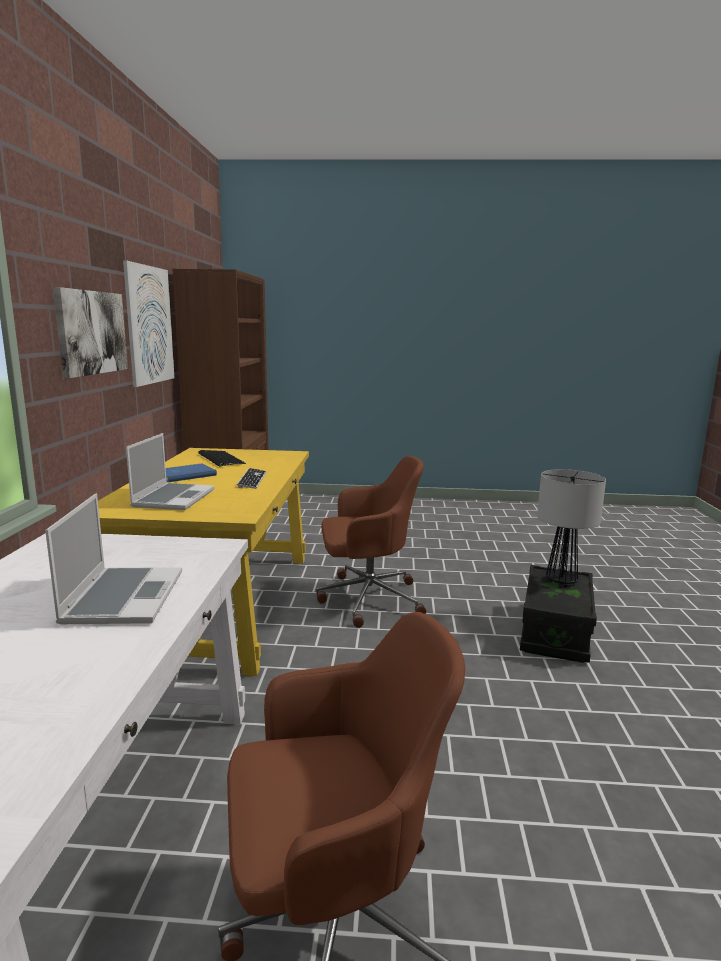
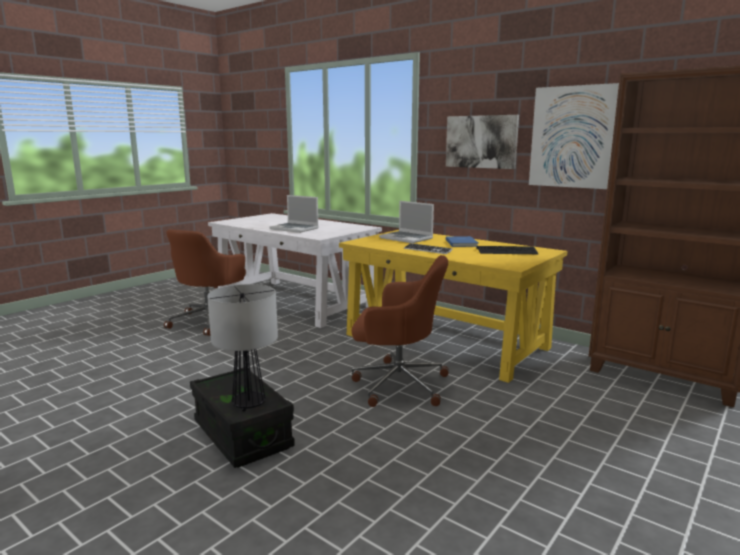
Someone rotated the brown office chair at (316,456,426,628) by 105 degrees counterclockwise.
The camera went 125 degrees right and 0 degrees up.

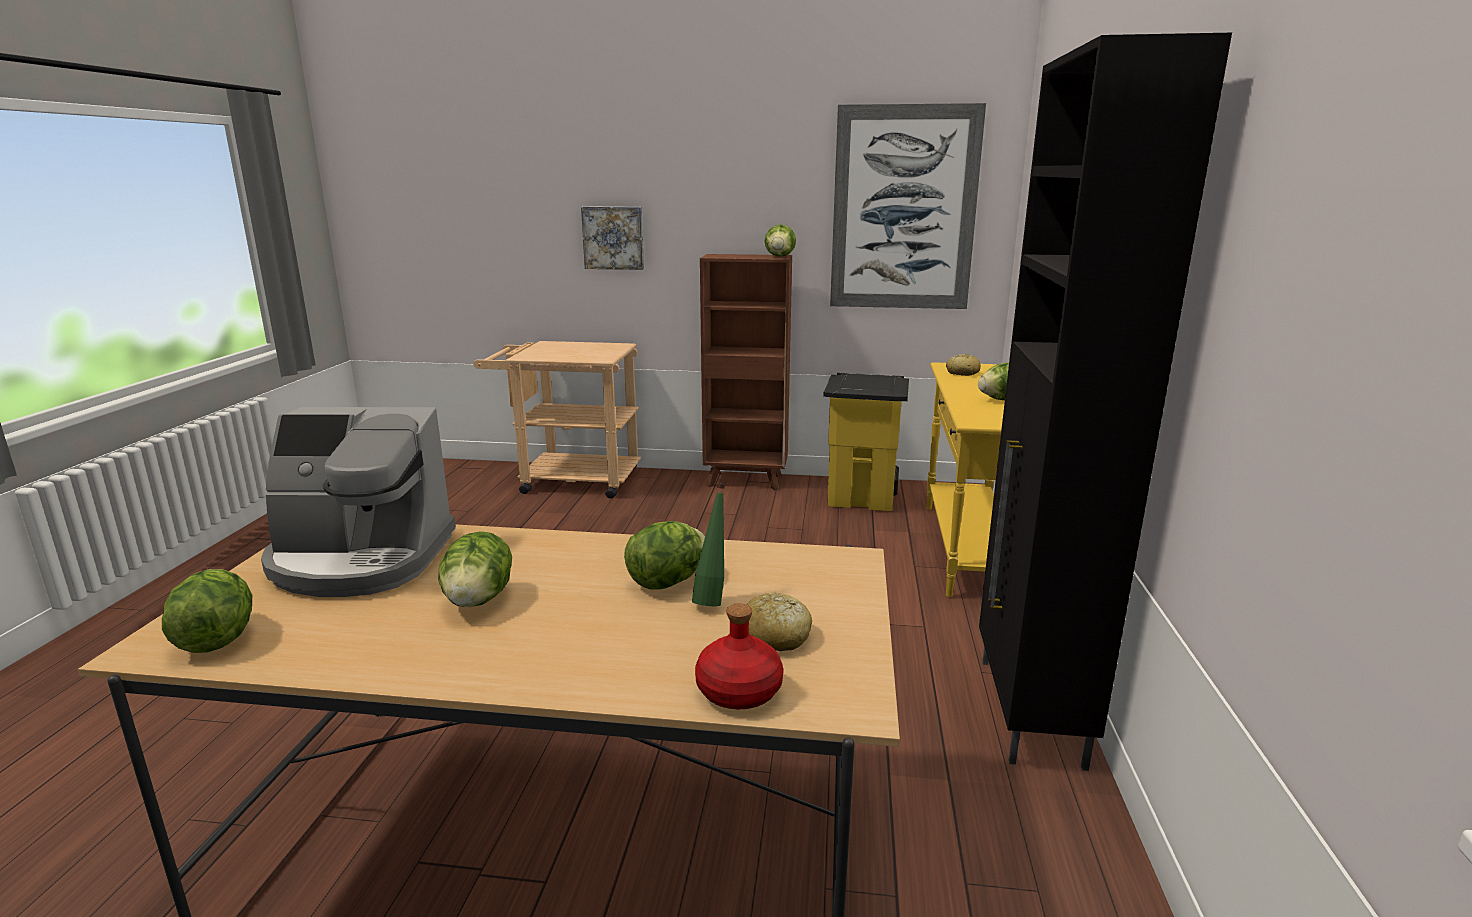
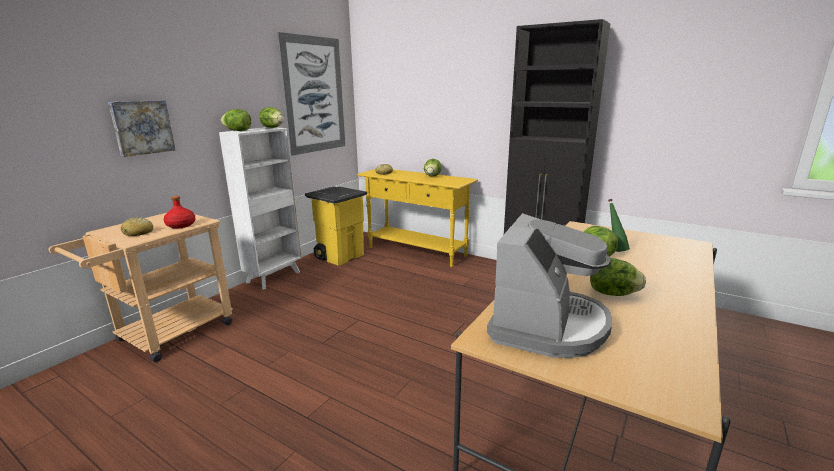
Someone repainted the brown bookcase at (700,254,792,490), which became the white bookcase at (219,127,302,290).
Someone carried the lettuce from (162,569,252,653) to (221,109,251,131).
Someone carried the bread from (746,592,812,651) to (121,218,153,236).
Someone carried the red bottle from (695,603,783,709) to (164,196,196,229).
The camera went 65 degrees left and 0 degrees up.

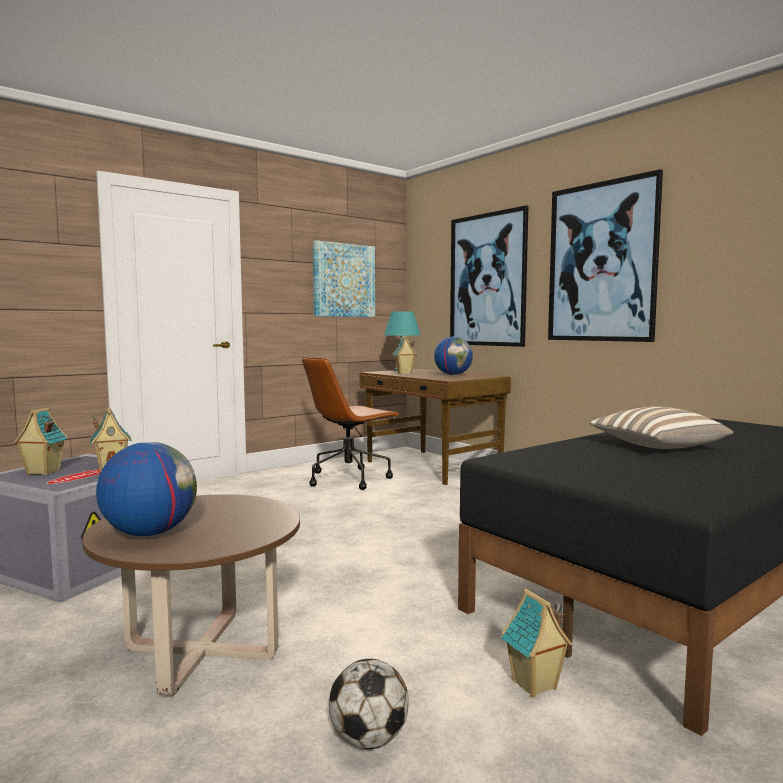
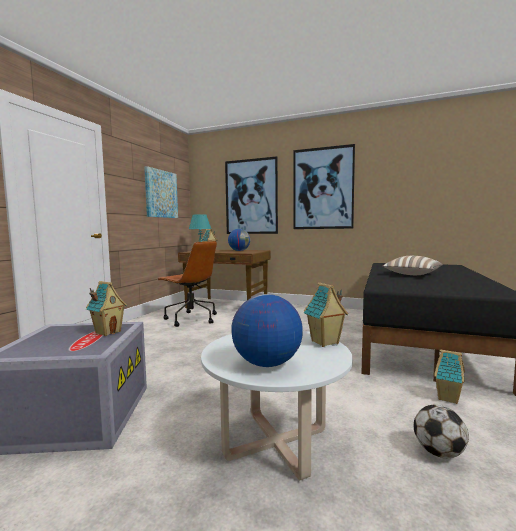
Someone rotated the brown office chair at (302,357,400,490) by 75 degrees counterclockwise.
Someone carried the toy house from (14,407,68,475) to (304,282,348,347).
Someone repainted the brown coffee table at (82,494,300,696), which became the white coffee table at (201,331,353,480).
The camera went 30 degrees left and 0 degrees up.

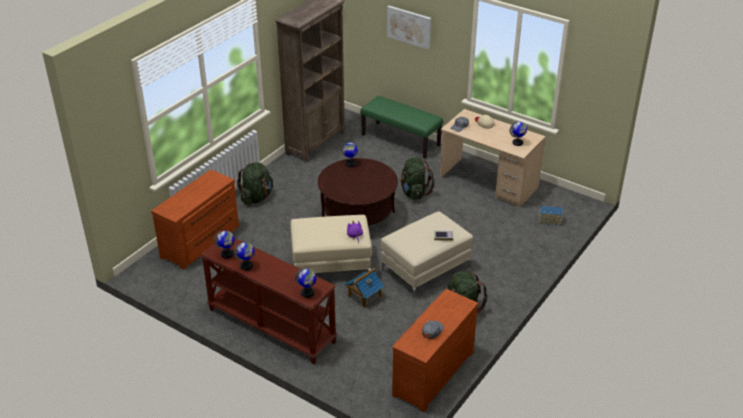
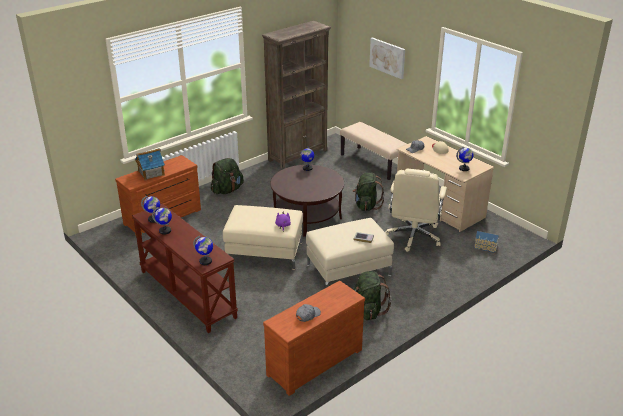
Someone repainted the green bench at (360,96,443,159), which became the beige bench at (340,122,407,180).
Someone carried the toy house from (345,268,384,308) to (135,148,165,180).
Someone put down the beige office chair at (385,169,447,252).
The camera went 15 degrees right and 5 degrees down.

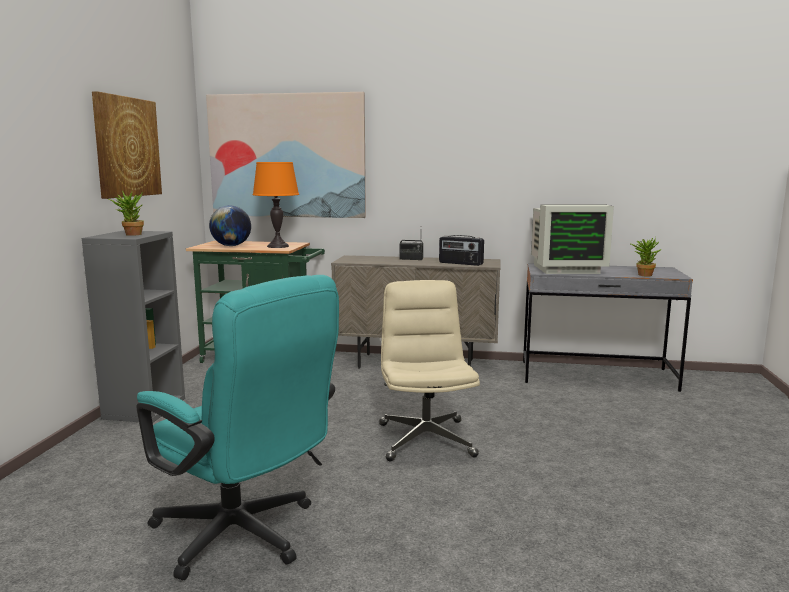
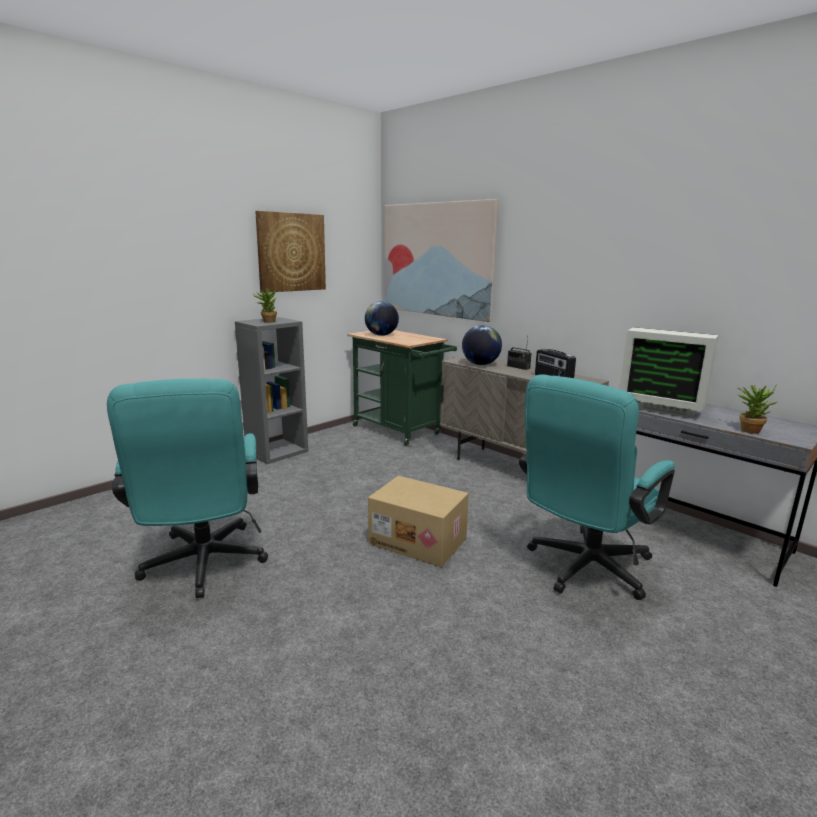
Someone took away the orange table lamp at (252,162,299,248).
Someone swapped the beige office chair at (379,280,480,462) for the cardboard box at (368,476,469,567).
Someone put down the globe at (462,325,502,365).
Someone put down the turquoise office chair at (519,375,675,600).
The camera went 35 degrees right and 5 degrees up.

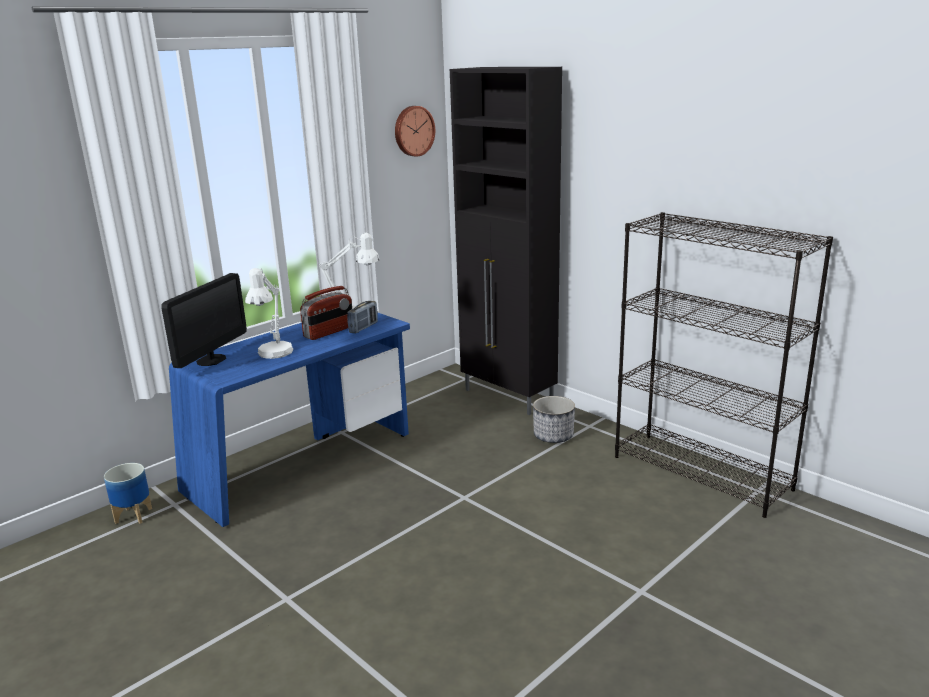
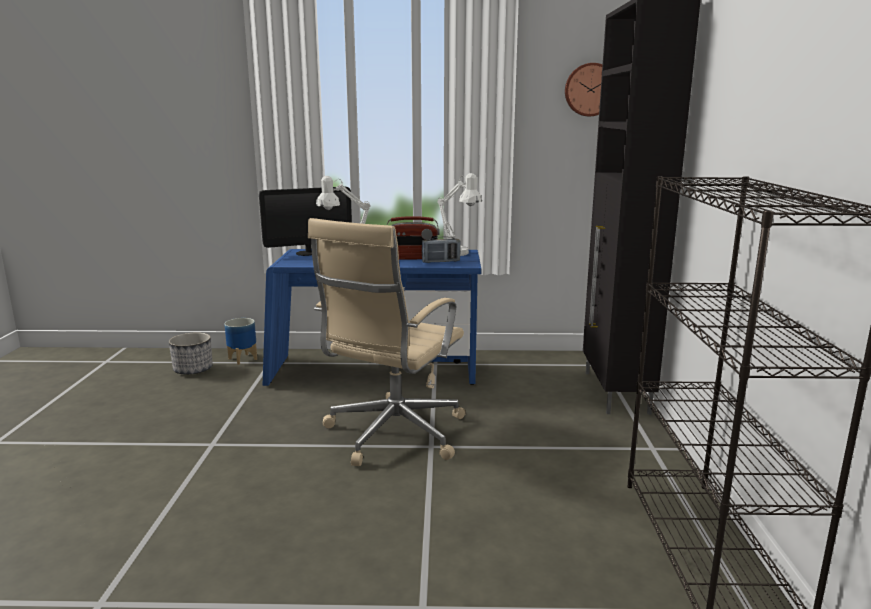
Someone carried the planter from (533,396,575,443) to (169,332,213,374).
Someone put down the beige office chair at (308,218,466,466).
The camera went 45 degrees right and 5 degrees down.

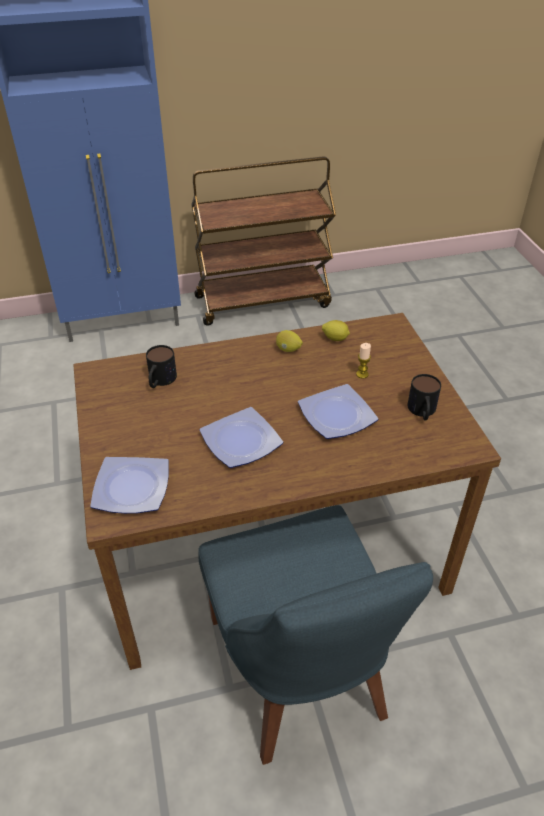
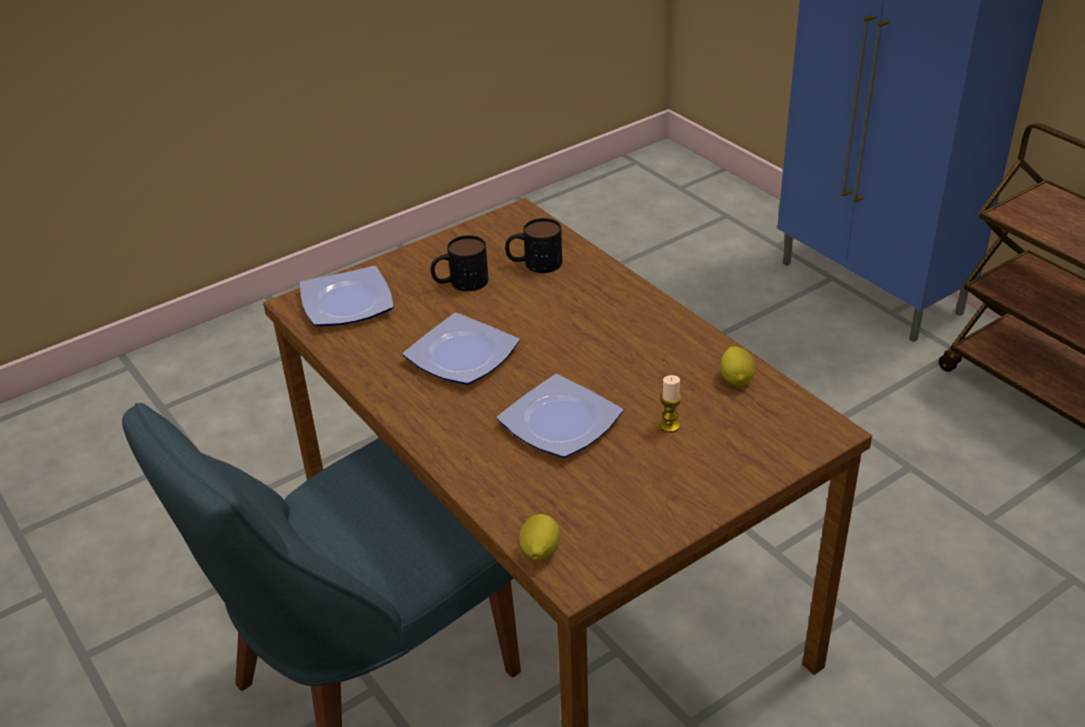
Someone carried the lemon from (276,330,303,352) to (519,514,560,560).
Someone carried the mug from (408,374,441,420) to (431,235,488,291).
The camera went 70 degrees right and 5 degrees down.

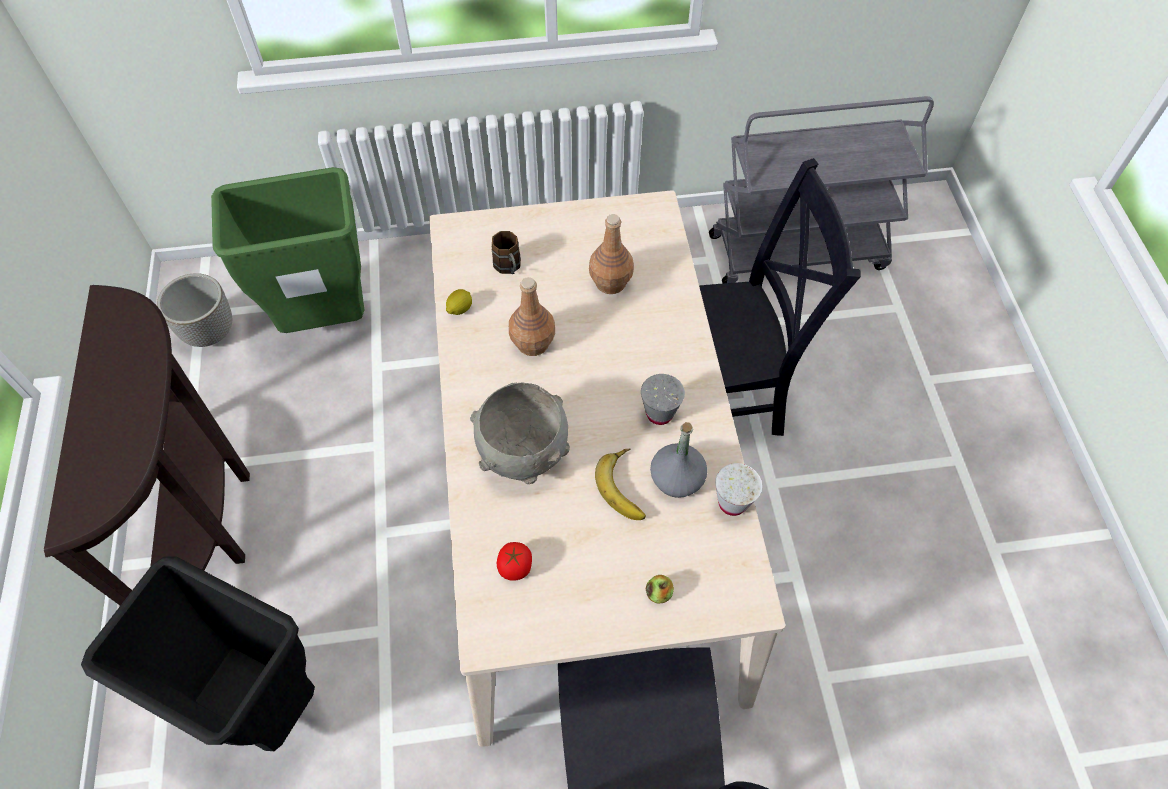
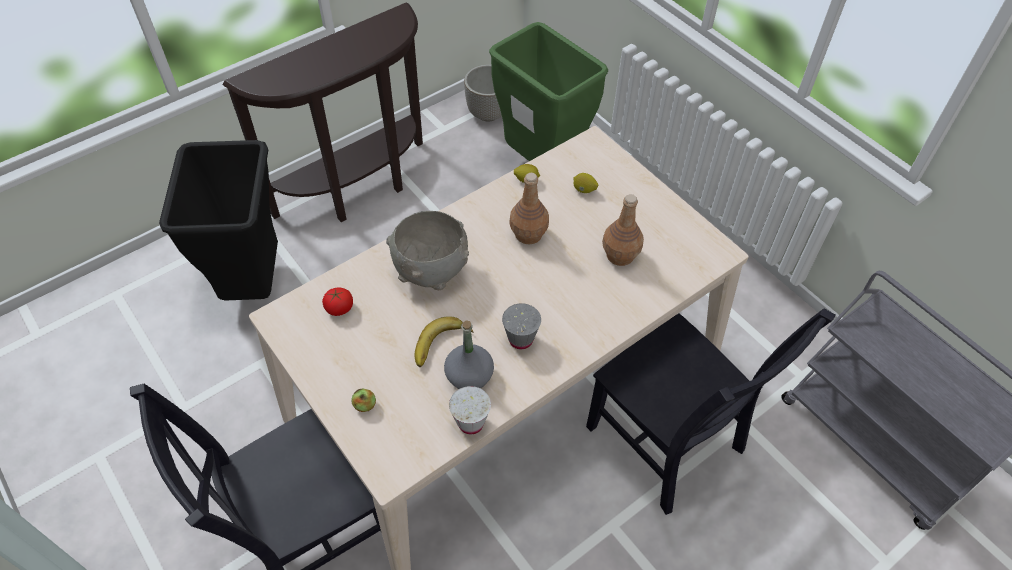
Someone swapped the brown mug at (492,231,521,274) for the lemon at (573,173,599,193).
The camera went 60 degrees right and 5 degrees down.

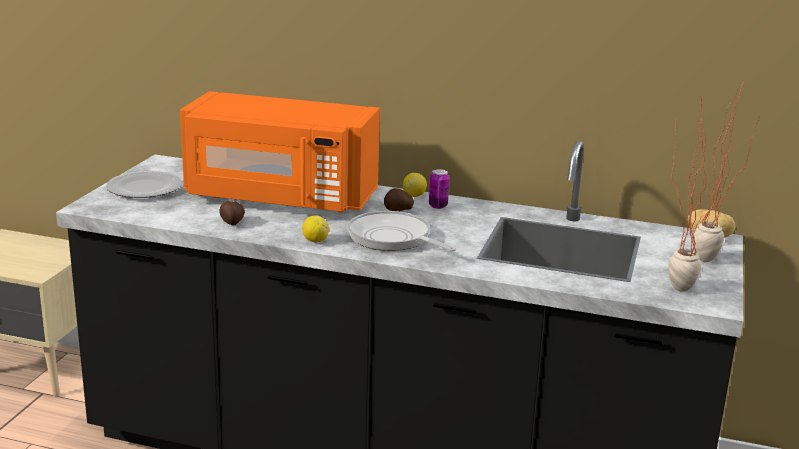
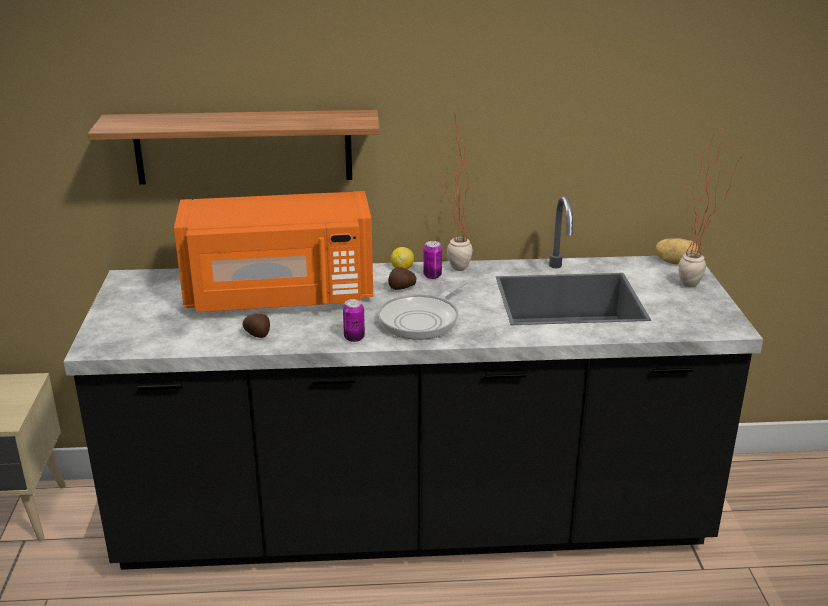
Someone carried the potted plant from (668,96,719,292) to (437,113,477,271).
Someone took away the plate at (106,171,182,198).
Someone rotated the frying pan at (348,211,456,252) by 75 degrees counterclockwise.
Someone swapped the lemon at (302,215,329,243) for the can at (343,299,365,342).
Someone put up the shelf at (88,110,380,185).
The camera went 20 degrees left and 5 degrees up.

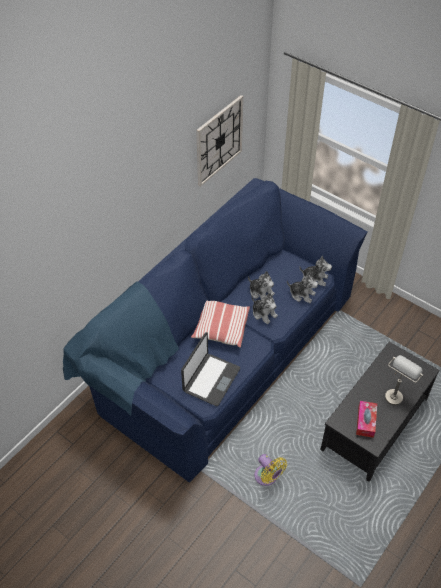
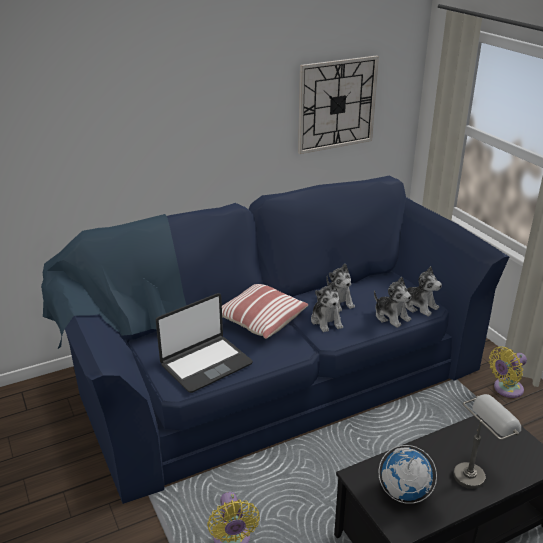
Someone swapped the tissue box at (356,401,377,438) for the globe at (378,445,437,504).
Someone put down the yellow fan at (489,346,527,398).
The camera went 25 degrees right and 20 degrees down.

